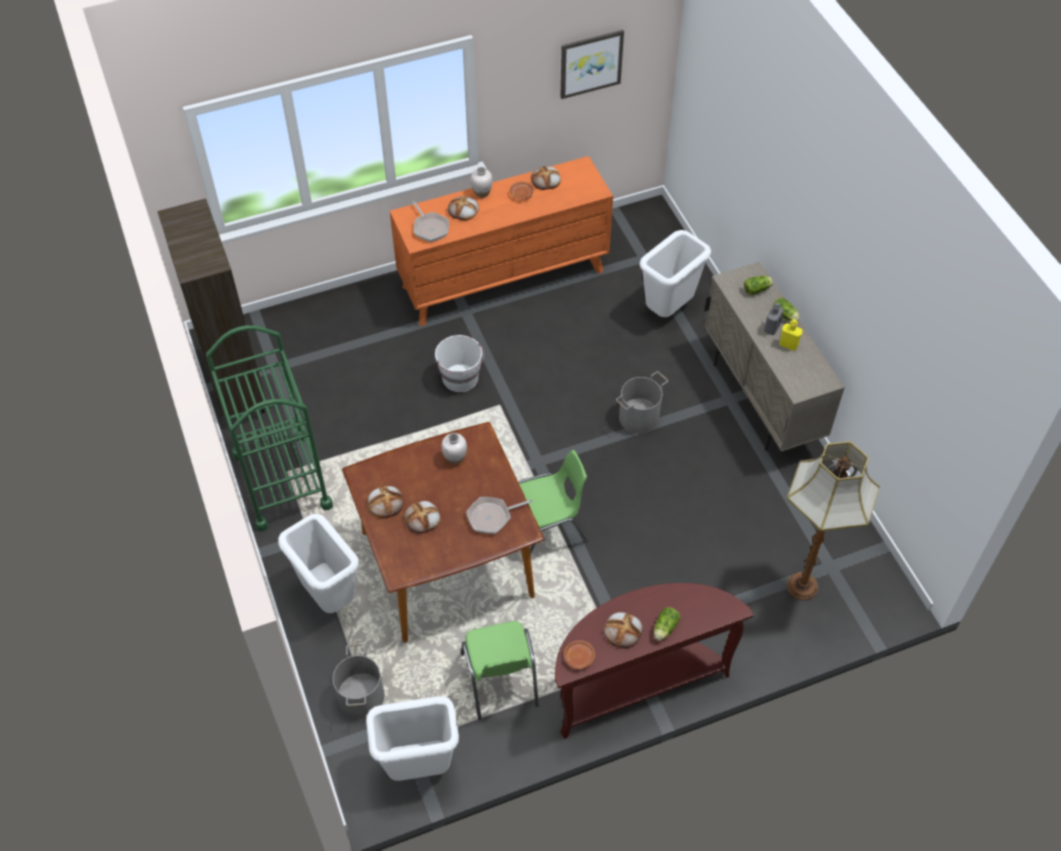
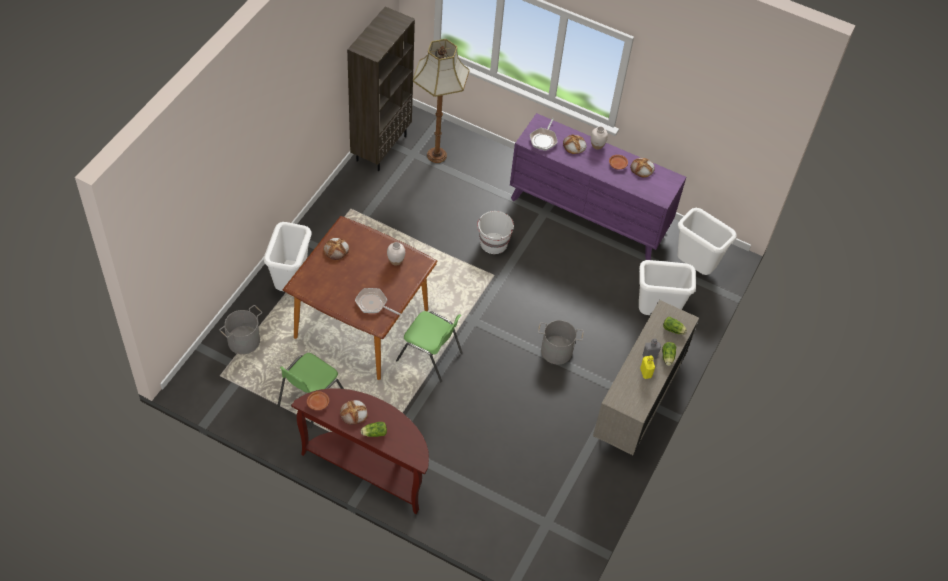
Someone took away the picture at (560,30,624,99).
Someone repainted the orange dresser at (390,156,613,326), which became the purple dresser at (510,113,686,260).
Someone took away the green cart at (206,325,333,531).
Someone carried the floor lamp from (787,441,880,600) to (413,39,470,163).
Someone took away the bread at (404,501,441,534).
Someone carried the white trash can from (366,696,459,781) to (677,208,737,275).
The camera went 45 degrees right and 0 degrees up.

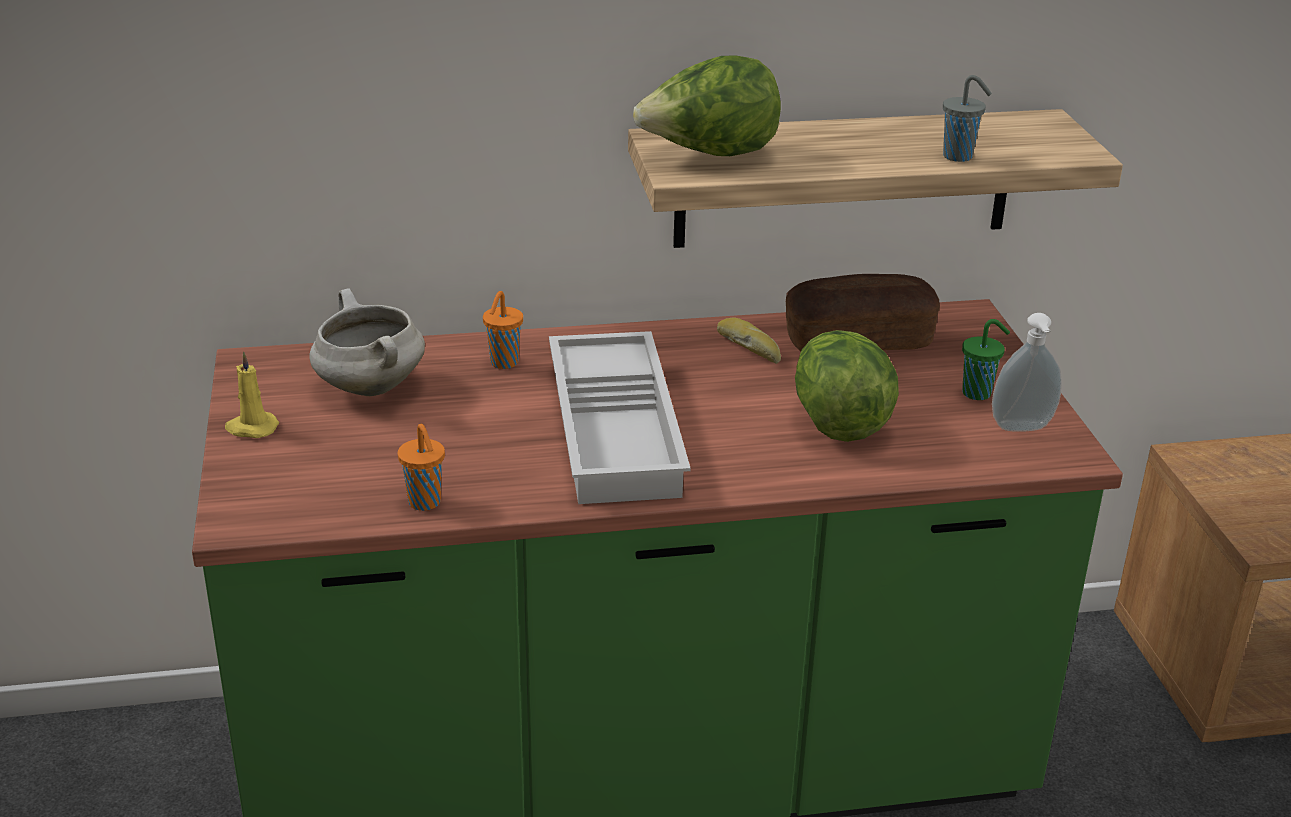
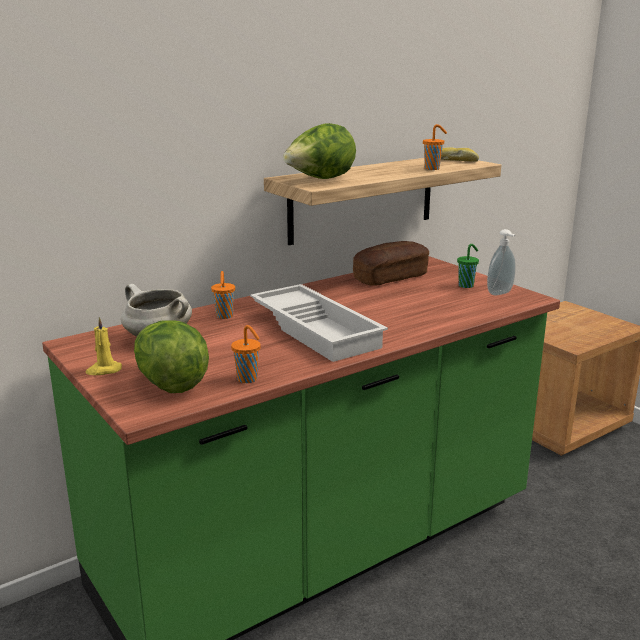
Someone repainted the grey cup at (943,75,992,162), which became the orange cup at (423,124,447,170).
Someone carried the bread from (717,317,781,364) to (441,148,479,162).
Someone carried the lettuce from (795,330,899,442) to (134,320,209,393).
The camera went 25 degrees left and 10 degrees down.

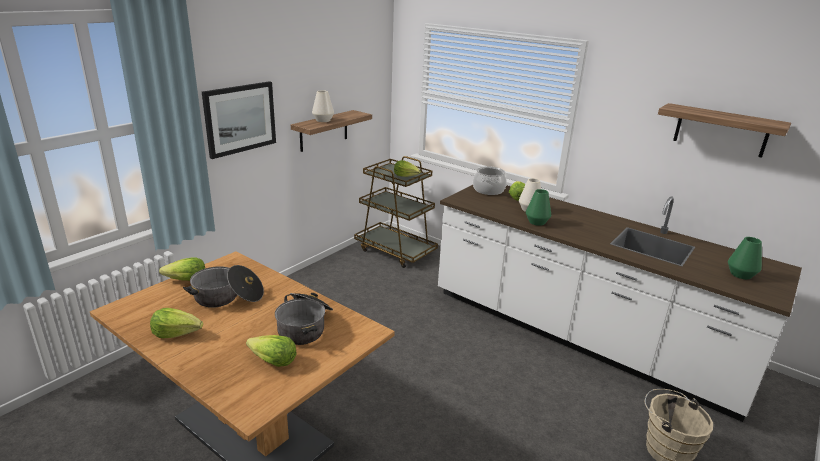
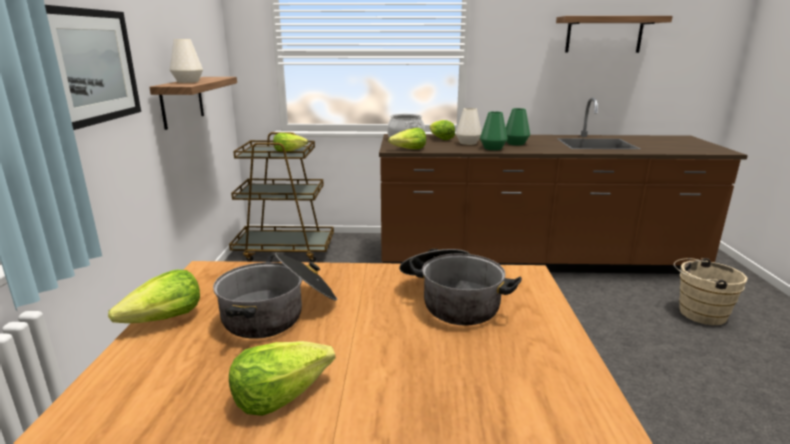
Someone repainted the white counter at (438,185,802,422), which became the brown counter at (379,97,748,274).
Someone carried the green vase from (728,237,762,279) to (506,108,530,146).
Someone carried the lettuce from (246,335,297,367) to (388,128,426,149).
The camera went 35 degrees left and 5 degrees down.

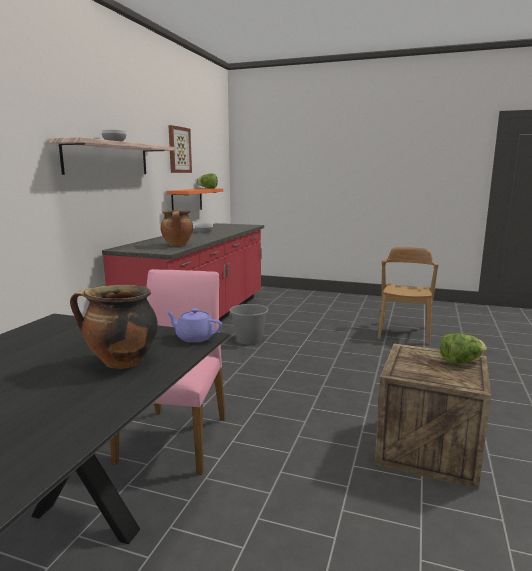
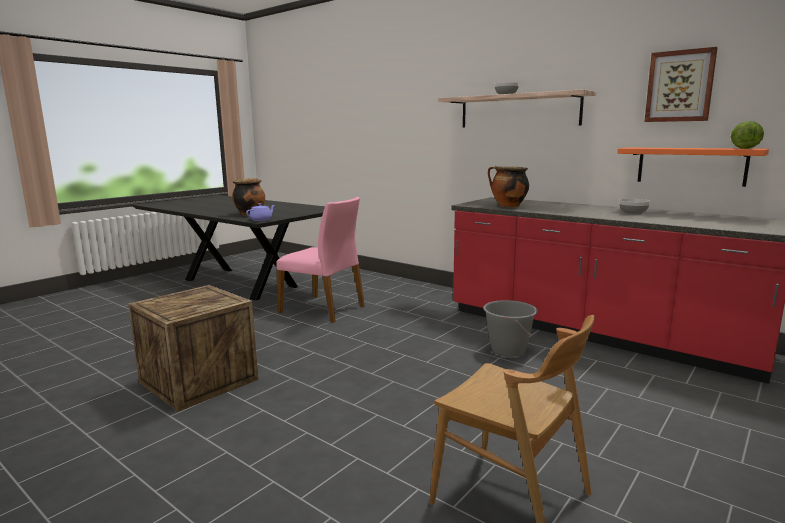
Someone took away the lettuce at (440,333,486,365).
The camera went 110 degrees right and 0 degrees up.

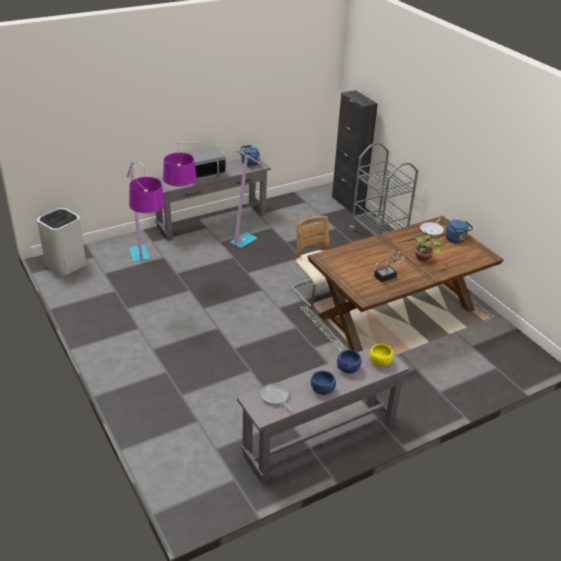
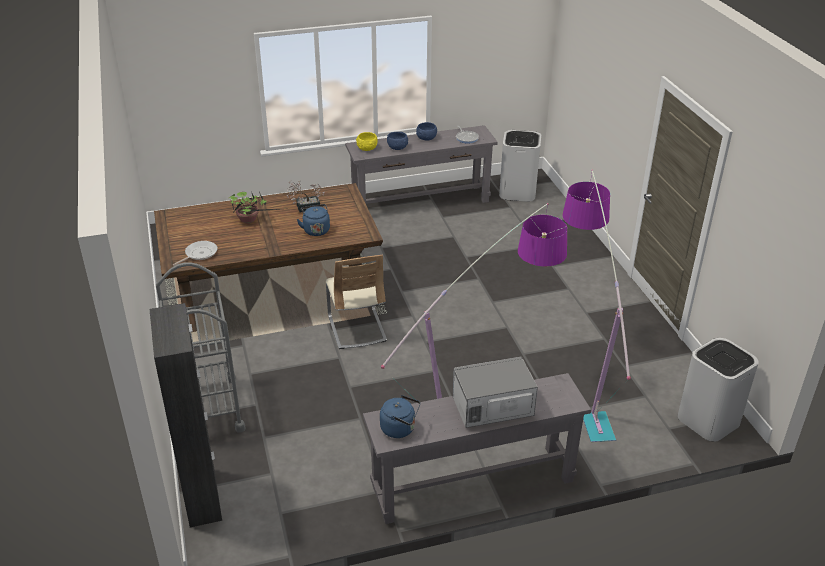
Someone carried the blue kettle from (446,220,473,243) to (297,204,330,236).
Someone put down the white trash can at (499,130,541,202).
The camera went 165 degrees left and 0 degrees up.

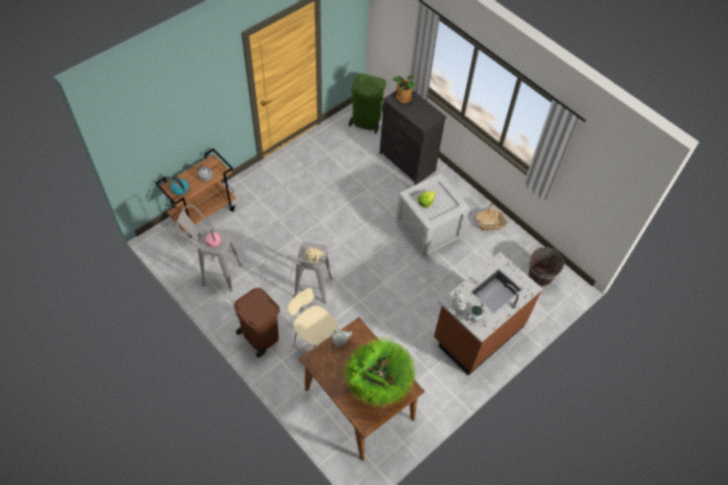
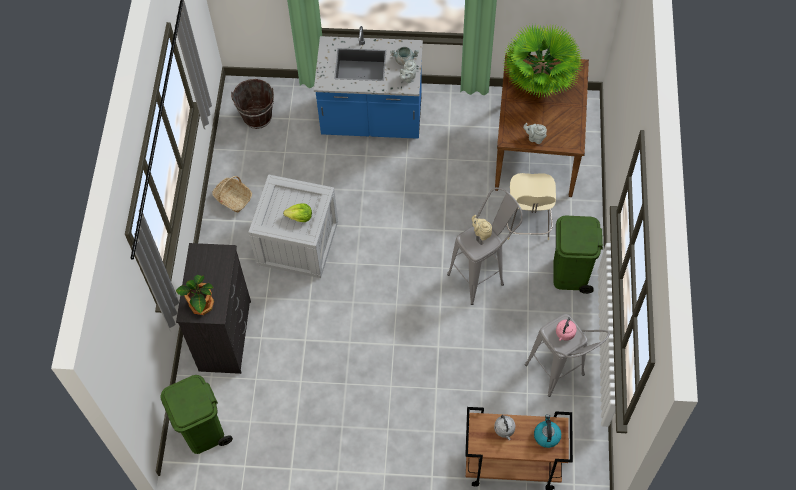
Someone repainted the brown counter at (434,252,543,376), which became the blue counter at (314,26,423,139).
Someone repainted the brown trash can at (234,288,280,357), which became the green trash can at (553,216,603,294).
The camera went 130 degrees left and 5 degrees up.

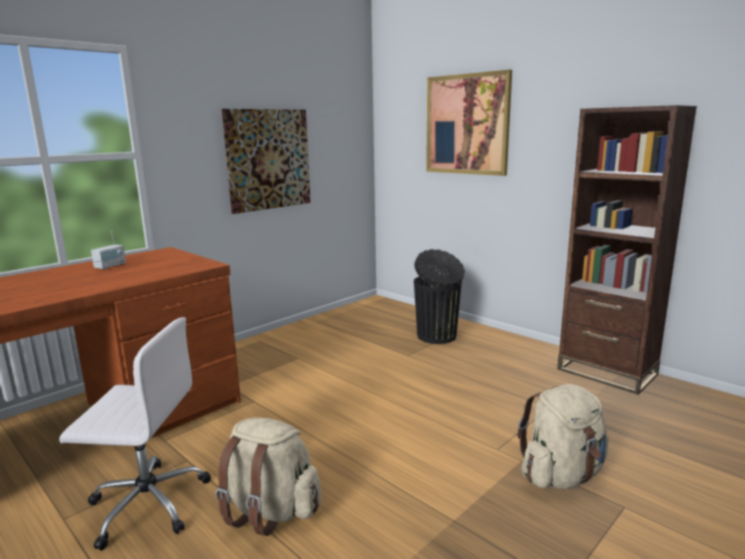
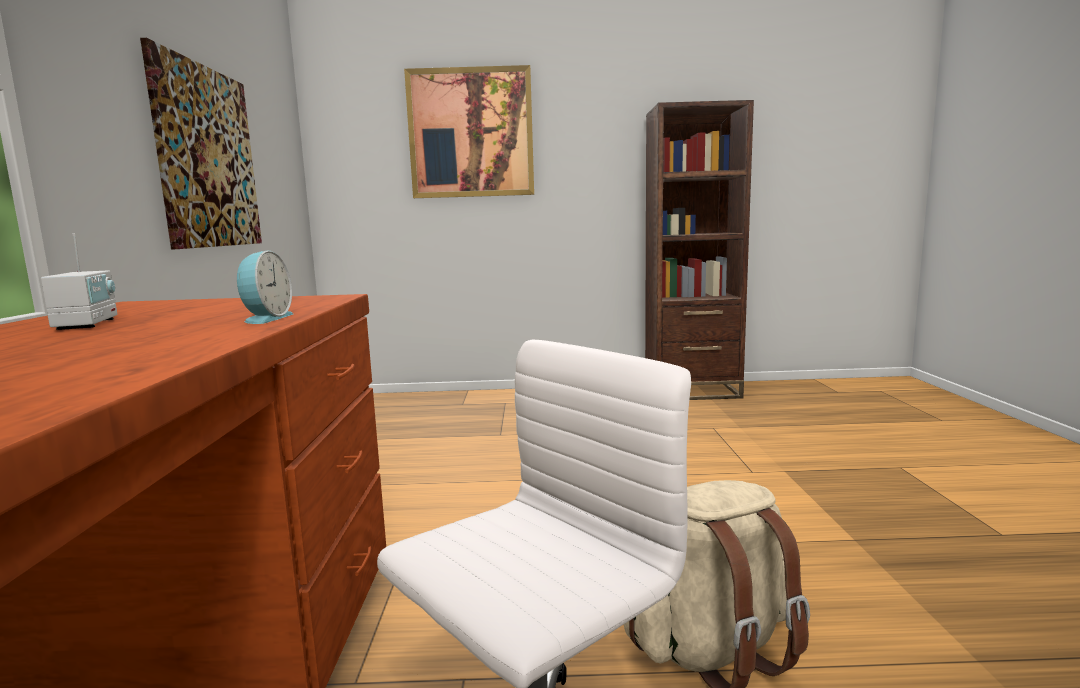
Someone took away the black trash can at (414,249,465,344).
Someone took away the beige backpack at (518,384,609,489).
Someone put down the alarm clock at (237,251,293,324).
The camera went 45 degrees left and 5 degrees down.

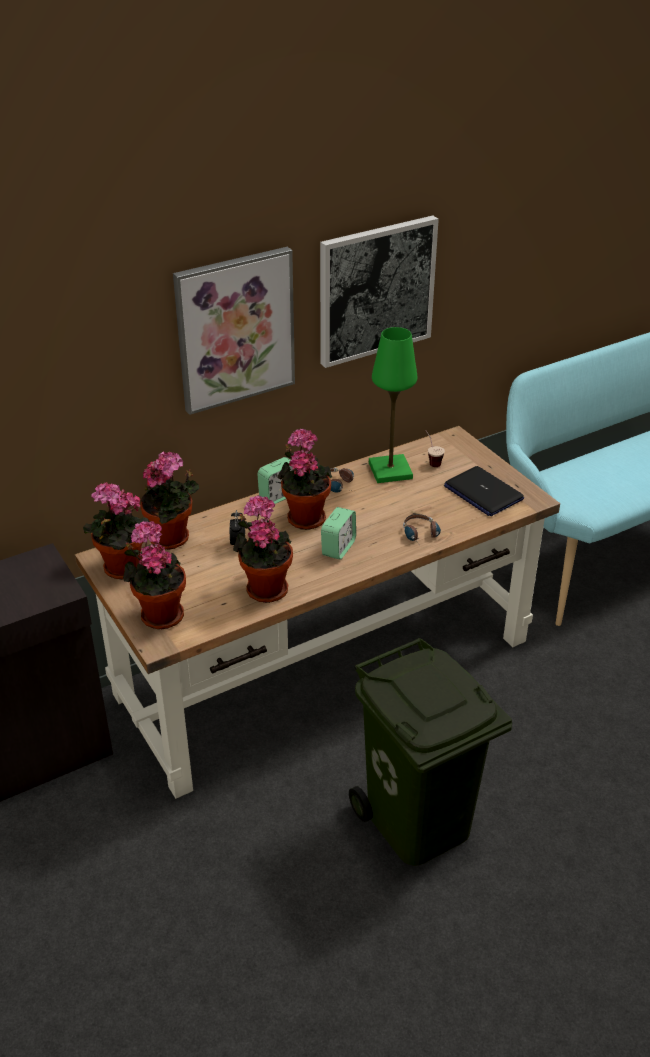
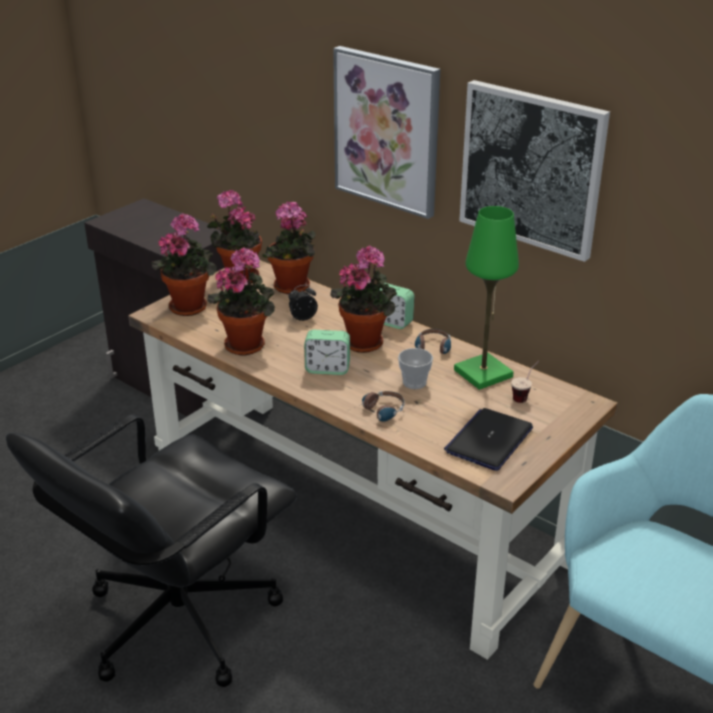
Someone swapped the green trash can at (349,638,512,866) for the black office chair at (6,414,297,687).
Someone put down the cup at (398,348,433,389).
The camera went 70 degrees right and 5 degrees down.

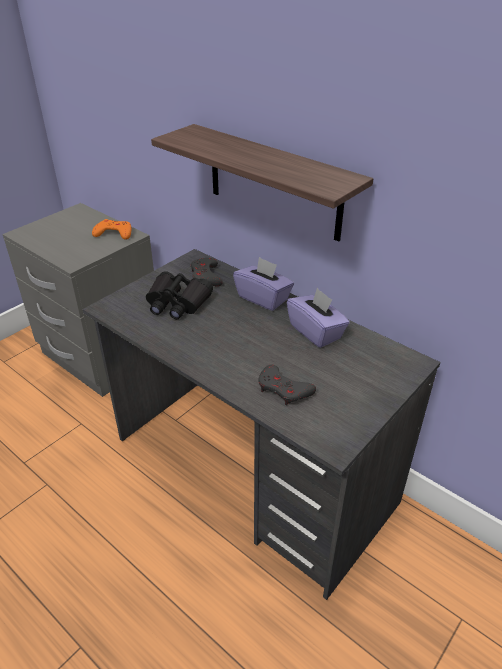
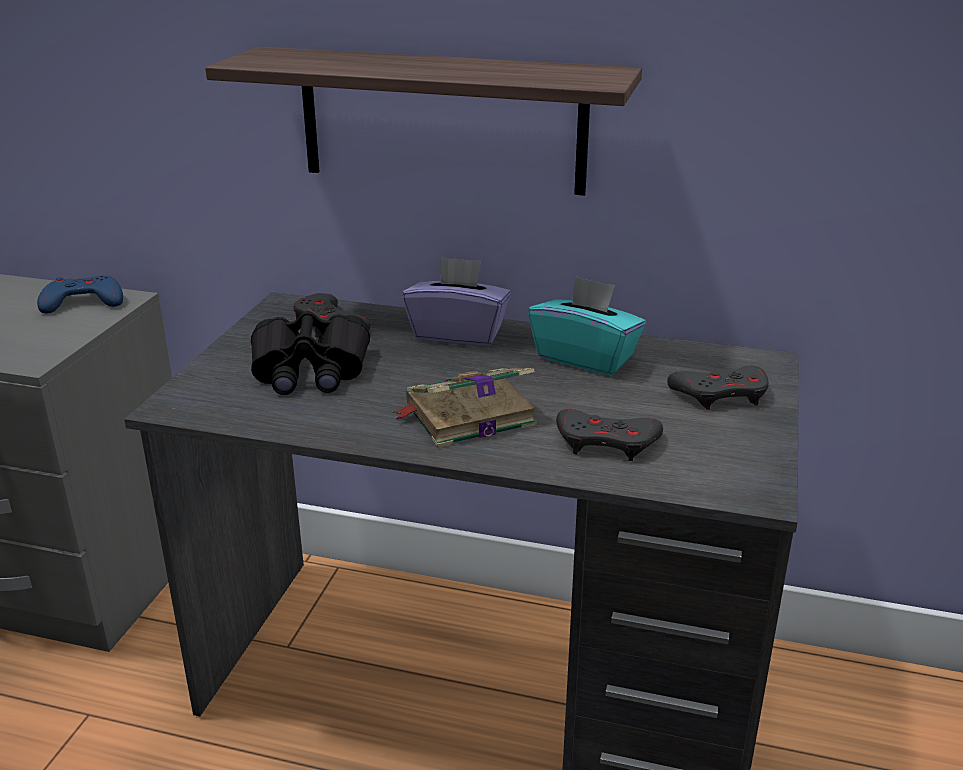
Someone repainted the orange game controller at (92,219,131,240), which became the blue game controller at (37,275,123,313).
Someone repainted the purple tissue box at (287,288,350,348), which became the turquoise tissue box at (528,276,646,375).
Someone put down the grey game controller at (667,366,768,410).
Someone put down the book at (392,368,537,448).
The camera went 25 degrees left and 10 degrees down.

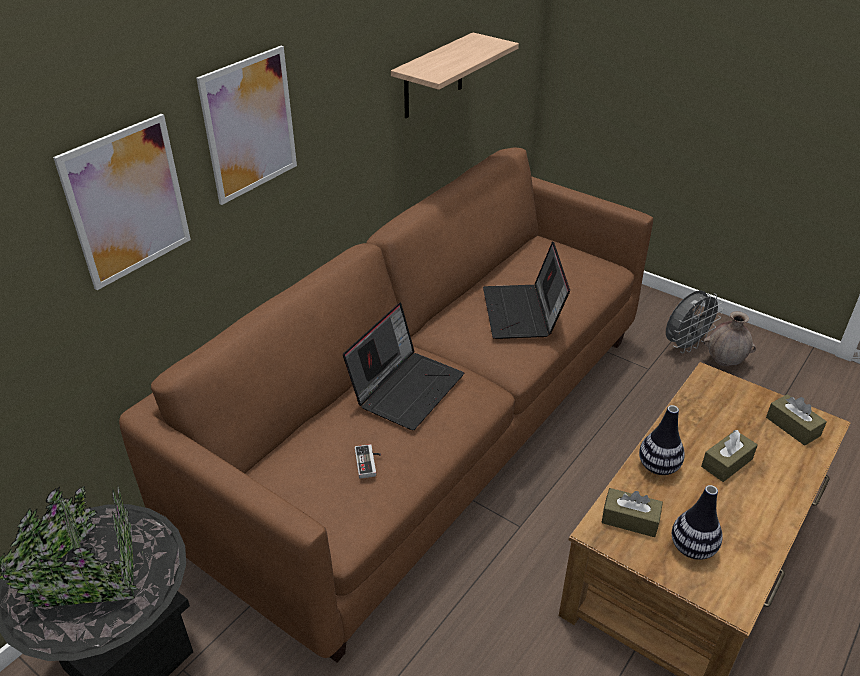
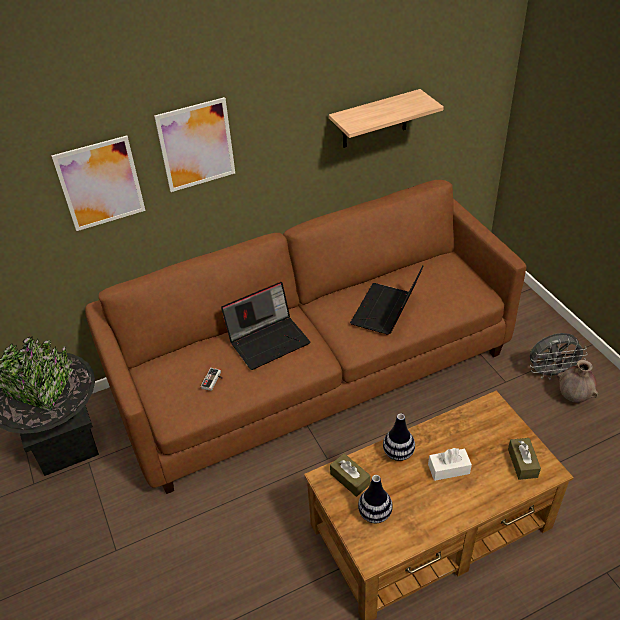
Someone repainted the brown tissue box at (701,430,758,482), which became the white tissue box at (428,448,472,481).
The camera went 30 degrees right and 5 degrees up.

